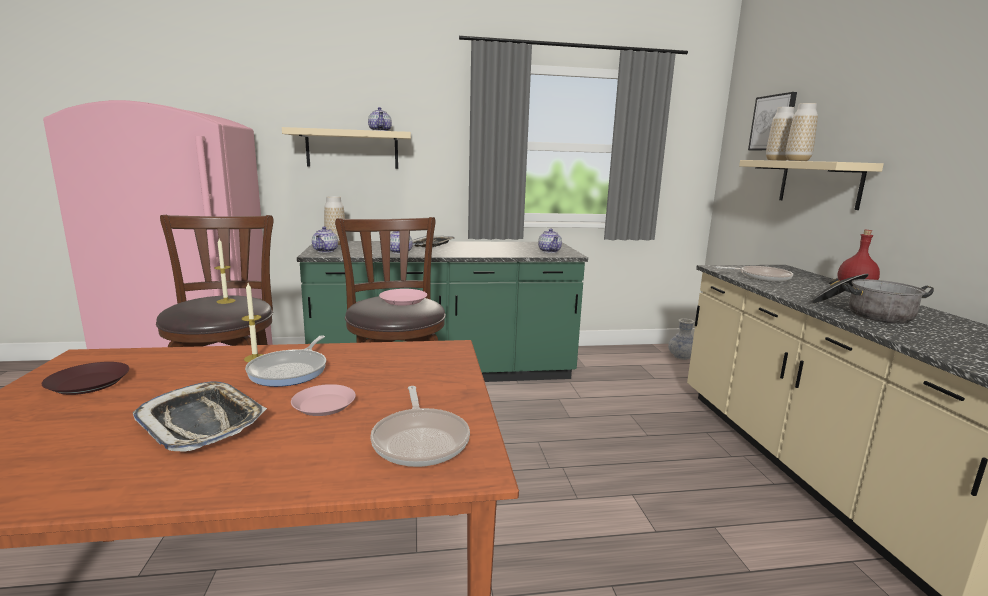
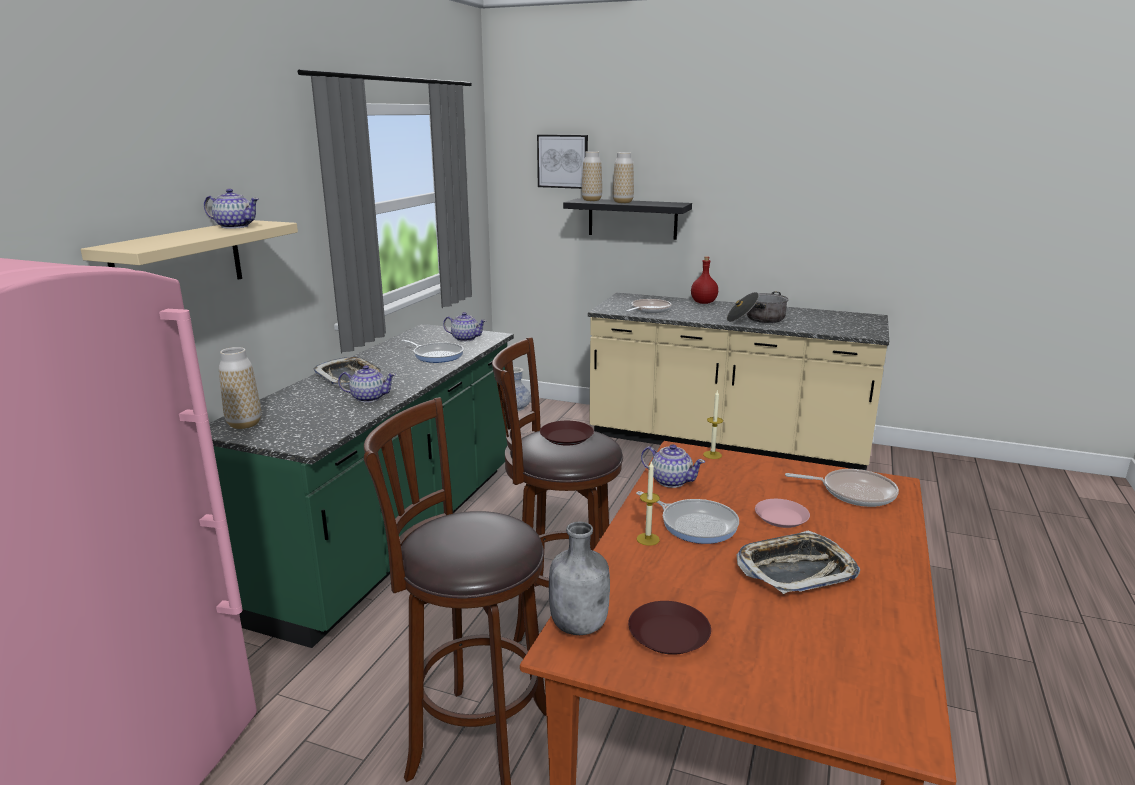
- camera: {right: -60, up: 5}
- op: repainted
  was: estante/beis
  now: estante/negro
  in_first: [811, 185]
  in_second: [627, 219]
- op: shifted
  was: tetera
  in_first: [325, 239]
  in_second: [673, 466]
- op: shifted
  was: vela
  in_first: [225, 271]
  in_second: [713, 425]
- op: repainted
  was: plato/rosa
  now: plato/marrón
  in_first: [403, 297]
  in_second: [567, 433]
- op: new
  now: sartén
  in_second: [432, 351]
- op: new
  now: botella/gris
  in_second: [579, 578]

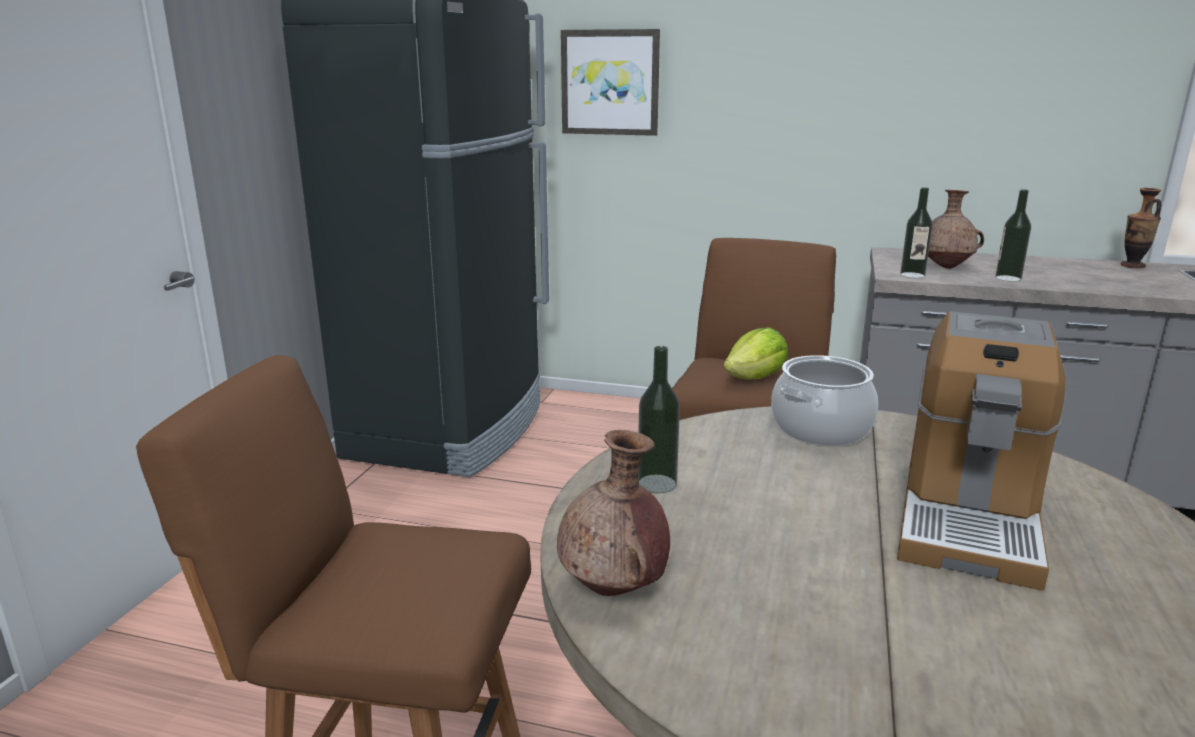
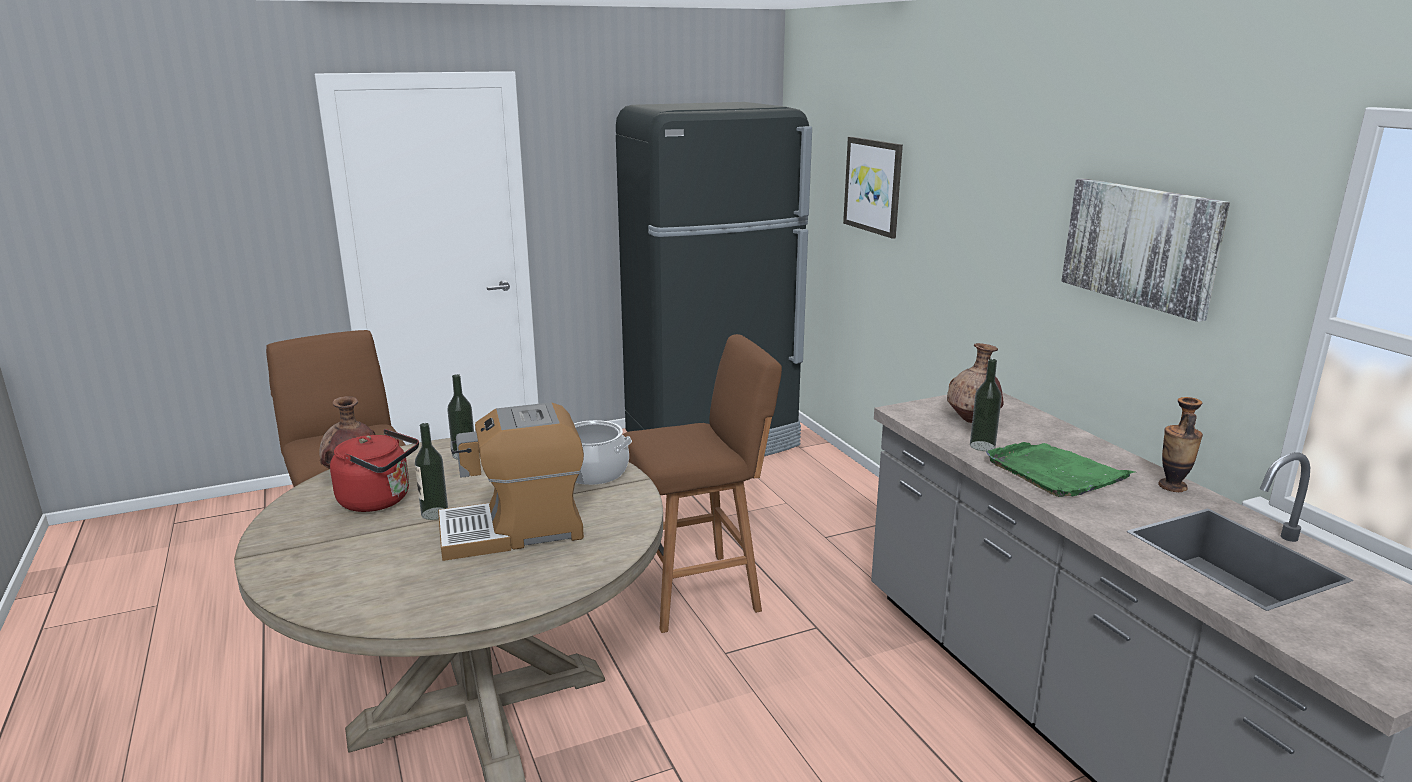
- camera: {right: 50, up: 0}
- op: shifted
  was: botella
  in_first: [916, 233]
  in_second: [431, 471]
- op: gone
  was: lechuga
  in_first: [756, 353]
- op: new
  now: cuadro
  in_second: [1145, 250]
- op: new
  now: hervidor/rojo
  in_second: [374, 470]
- op: new
  now: bandeja/verde
  in_second: [1060, 469]

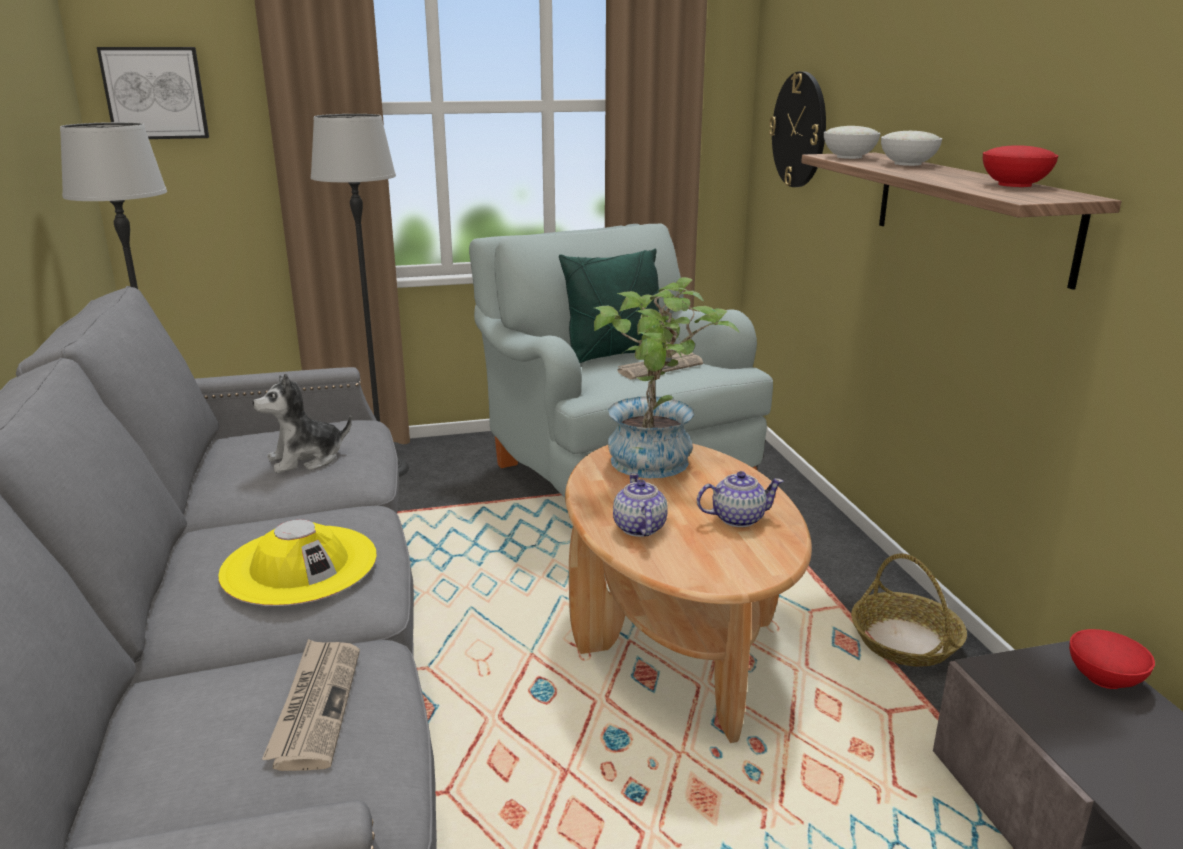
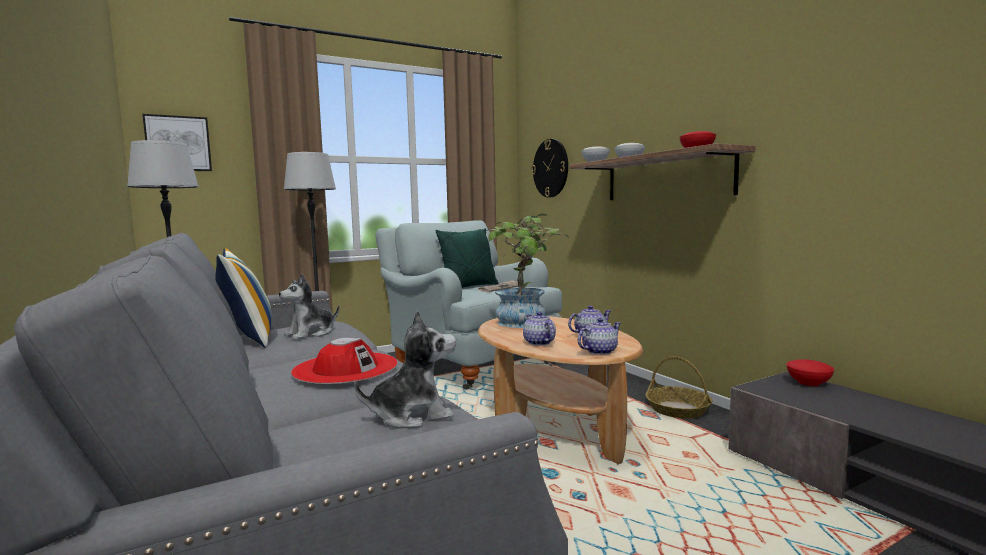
- camera: {right: -15, up: -15}
- op: repainted
  was: sombrero/amarillo
  now: sombrero/rojo
  in_first: [297, 563]
  in_second: [344, 361]
- op: swapped
  was: periódico
  now: peluche
  in_first: [311, 705]
  in_second: [405, 369]
- op: new
  now: cojín
  in_second: [243, 298]
- op: new
  now: tetera
  in_second: [599, 336]

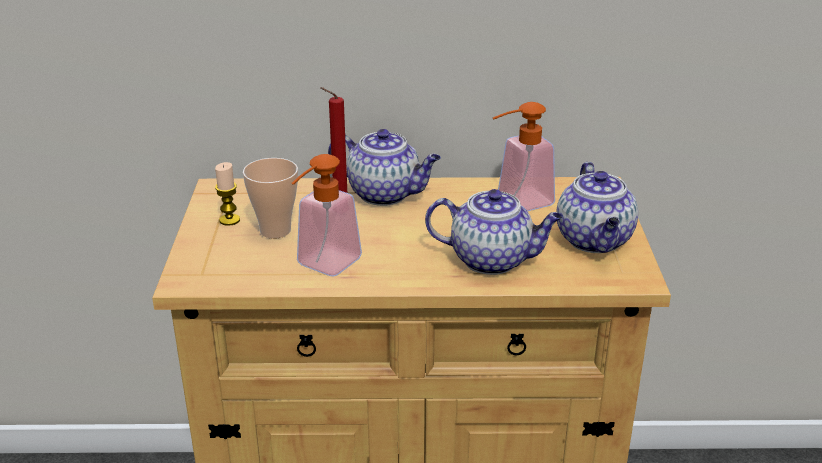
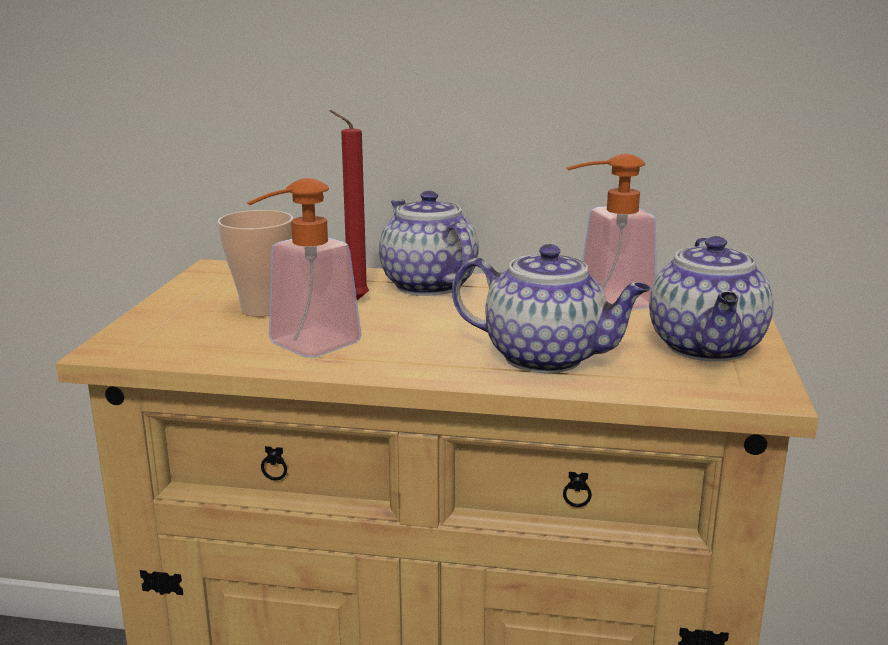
- camera: {right: 10, up: -10}
- op: rotated
  was: tetera
  in_first: [384, 167]
  in_second: [429, 243]
  clockwise: -150
- op: gone
  was: vela
  in_first: [227, 194]

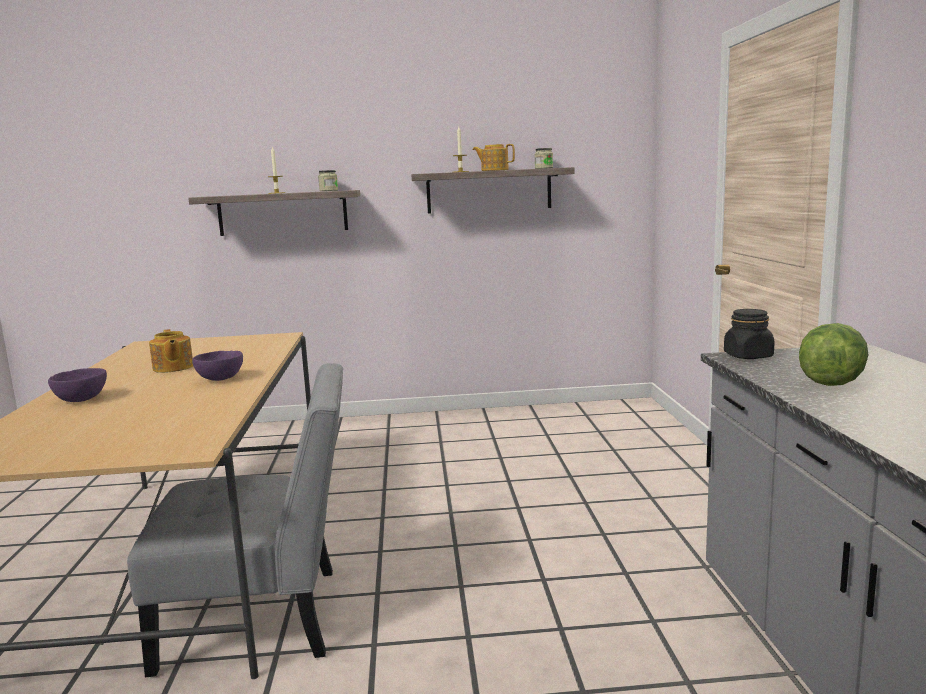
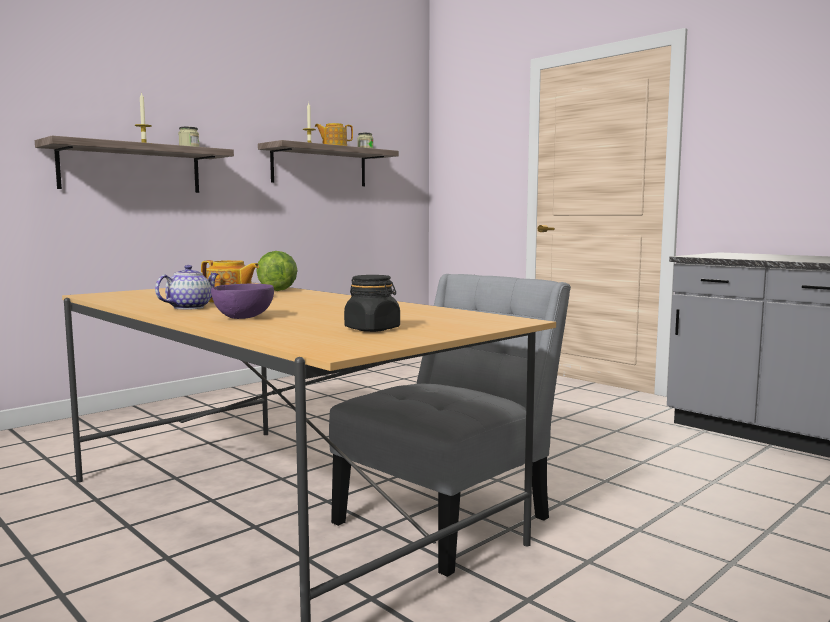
- camera: {right: -40, up: -5}
- op: shifted
  was: tarro/negro
  in_first: [749, 334]
  in_second: [372, 303]
- op: shifted
  was: lechuga
  in_first: [834, 354]
  in_second: [276, 271]
- op: gone
  was: cuenco/morado
  in_first: [217, 365]
- op: new
  now: tetera
  in_second: [186, 287]

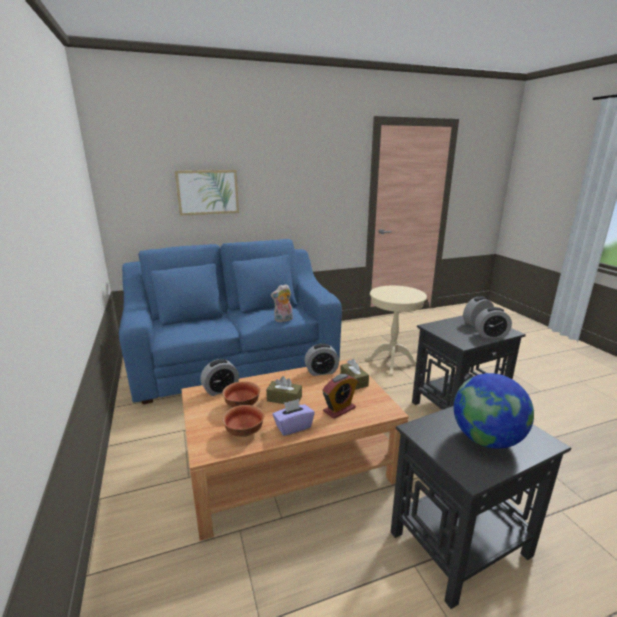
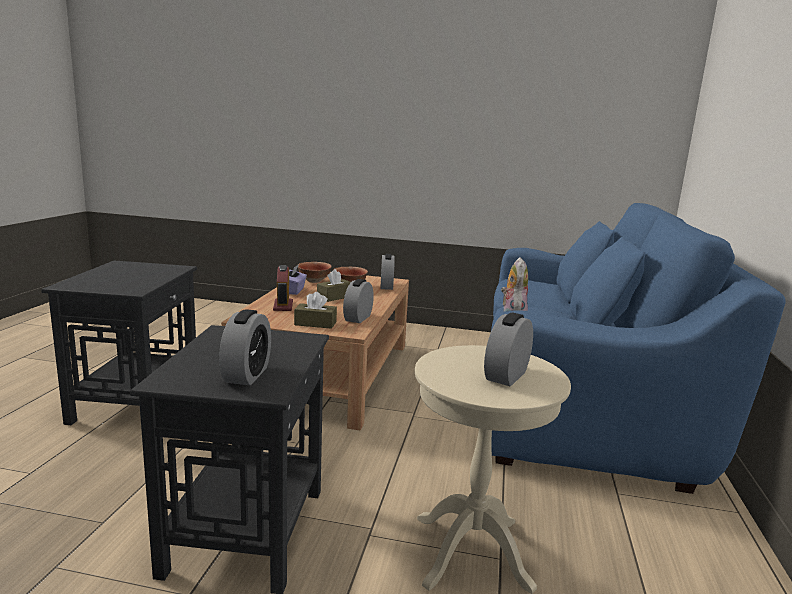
- camera: {right: 120, up: -5}
- op: gone
  was: cuadro
  in_first: [207, 193]
- op: shifted
  was: despertador
  in_first: [493, 322]
  in_second: [508, 349]
- op: gone
  was: globo terráqueo
  in_first: [494, 411]

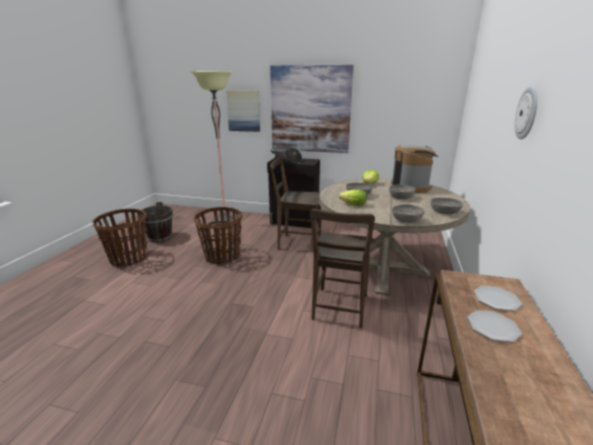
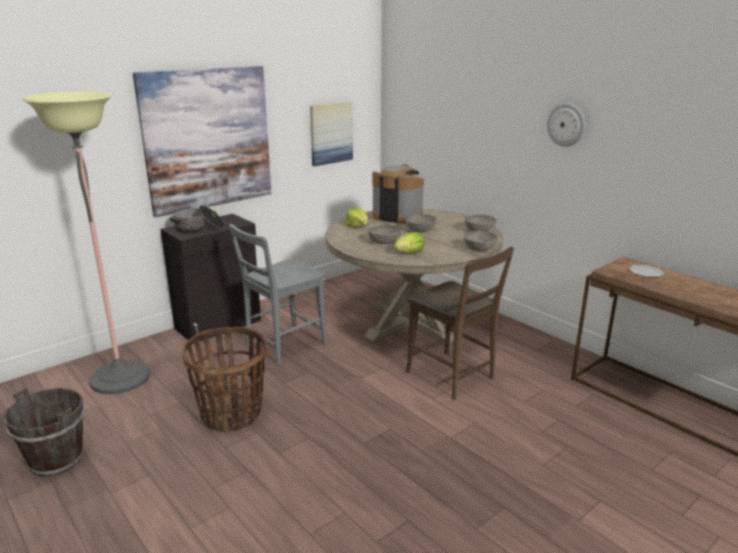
- camera: {right: -55, up: 0}
- op: shifted
  was: cuadro
  in_first: [243, 111]
  in_second: [331, 134]
- op: repainted
  was: silla/marrón
  now: silla/gris
  in_first: [295, 203]
  in_second: [278, 294]
- op: gone
  was: cesta
  in_first: [120, 238]
- op: gone
  was: plato
  in_first: [494, 326]

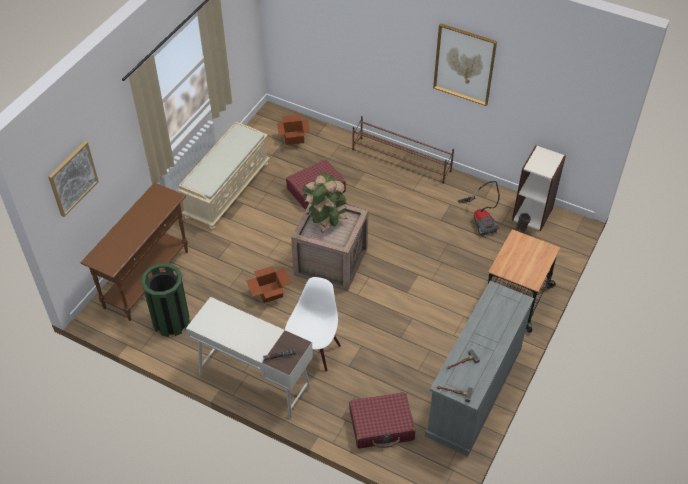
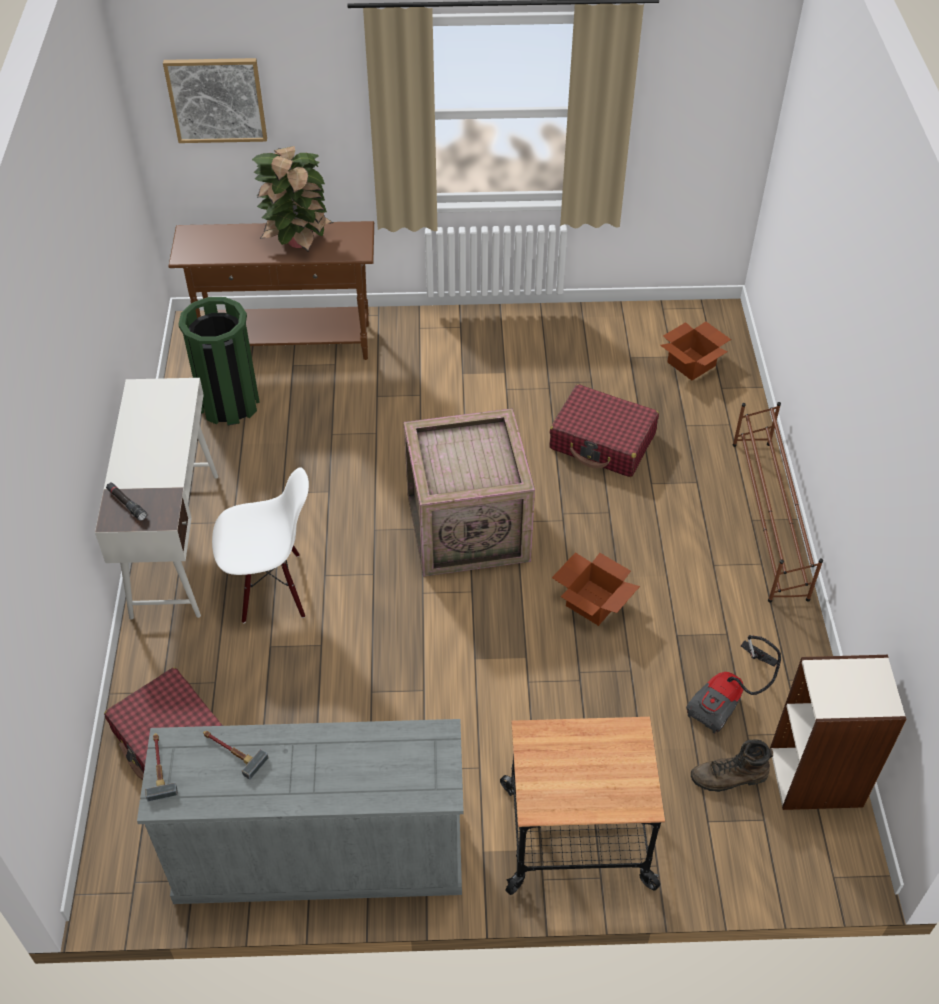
- camera: {right: 60, up: 0}
- op: gone
  was: cuadro
  in_first: [465, 64]
- op: gone
  was: banco/beis
  in_first: [223, 176]
- op: shifted
  was: planta en maceta
  in_first: [324, 202]
  in_second: [292, 198]
- op: shifted
  was: caja de cartón
  in_first: [268, 284]
  in_second: [596, 589]

